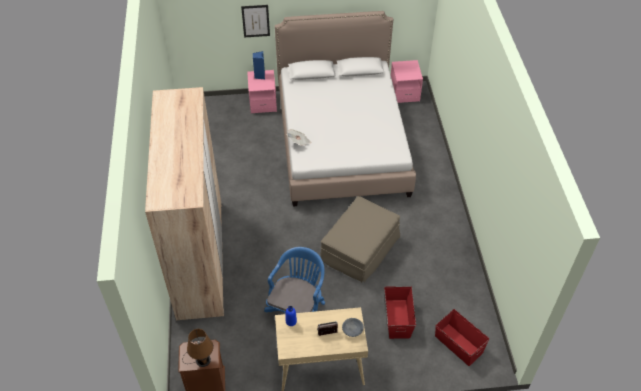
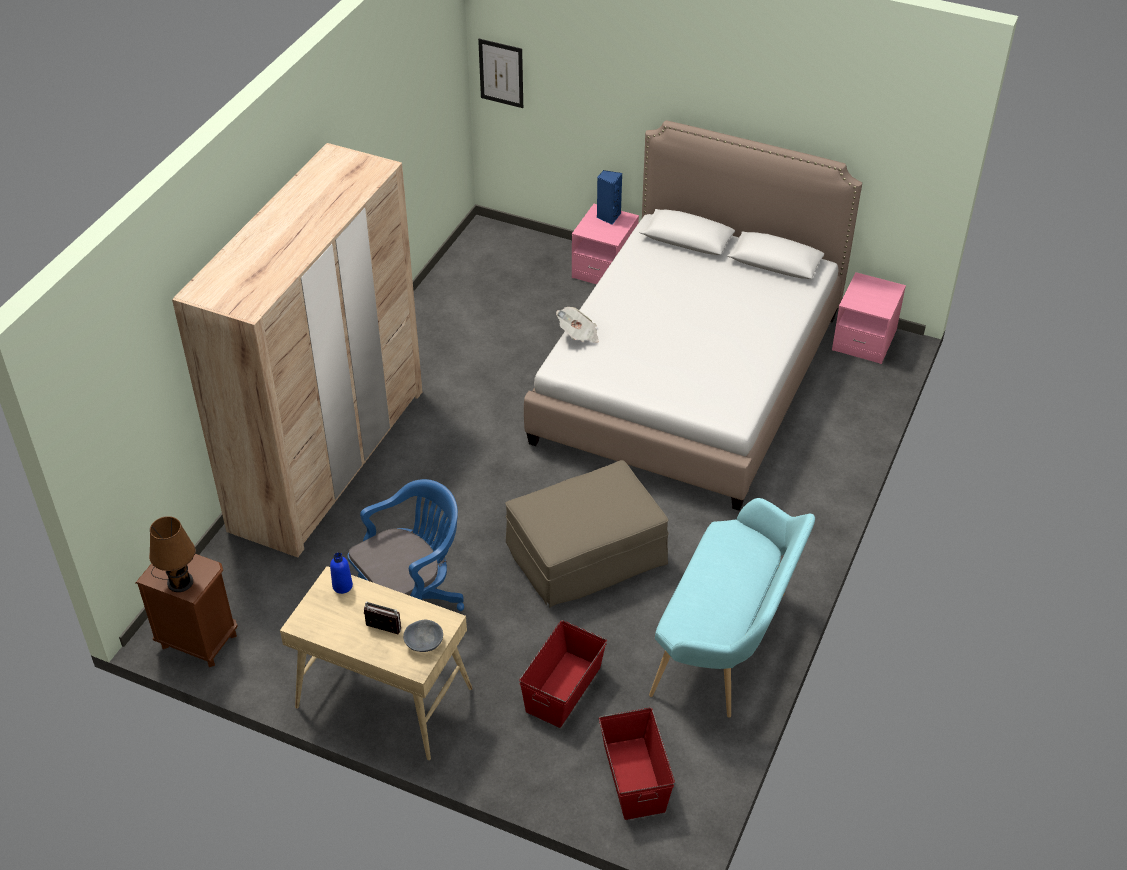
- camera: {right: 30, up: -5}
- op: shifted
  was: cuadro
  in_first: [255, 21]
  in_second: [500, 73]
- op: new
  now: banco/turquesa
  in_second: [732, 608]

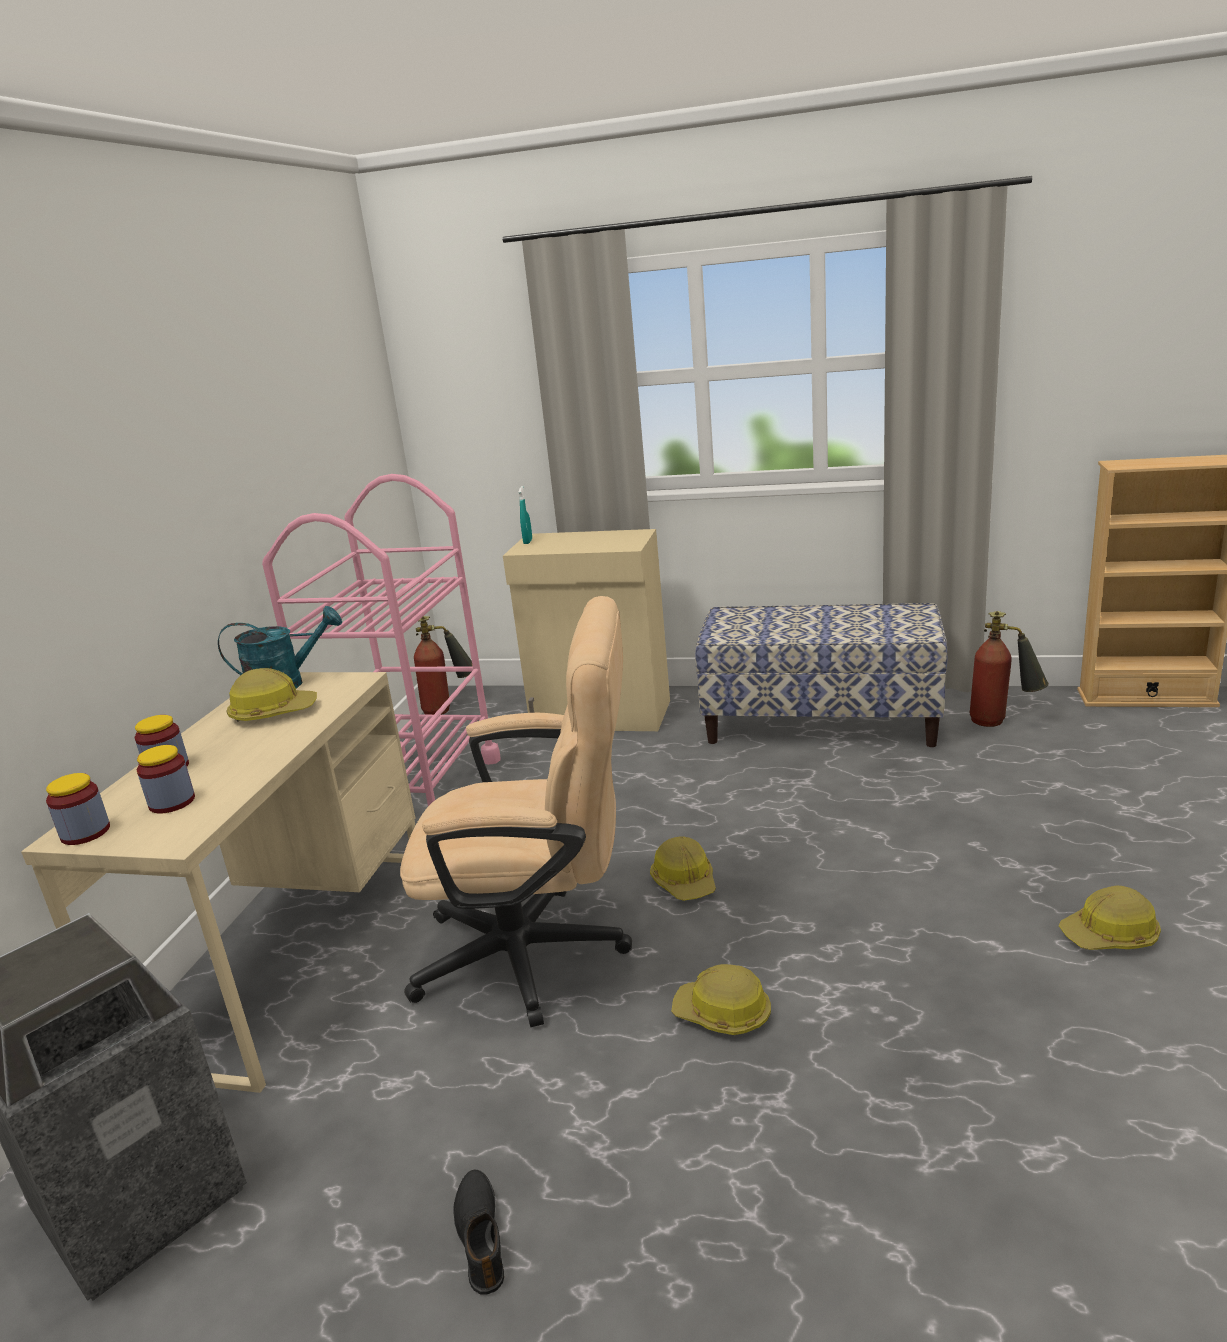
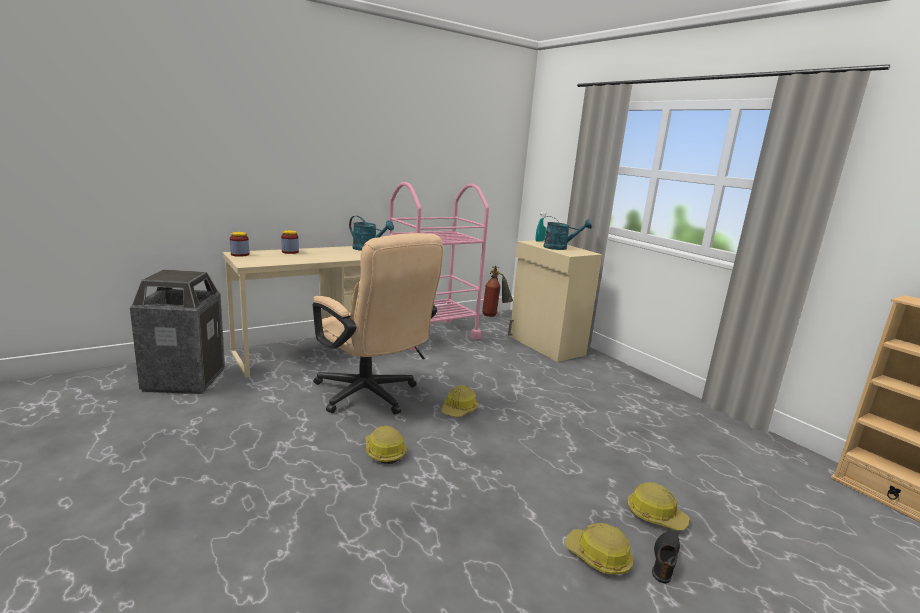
- camera: {right: 40, up: -5}
- op: gone
  was: banco
  in_first: [821, 675]
- op: gone
  was: extintor
  in_first: [1009, 669]
- op: shifted
  was: casco
  in_first: [271, 695]
  in_second: [658, 506]
- op: gone
  was: tarro
  in_first: [166, 779]
- op: shifted
  was: zapato/negro
  in_first: [478, 1232]
  in_second: [666, 557]
- op: new
  now: regadera/turquesa
  in_second: [566, 233]

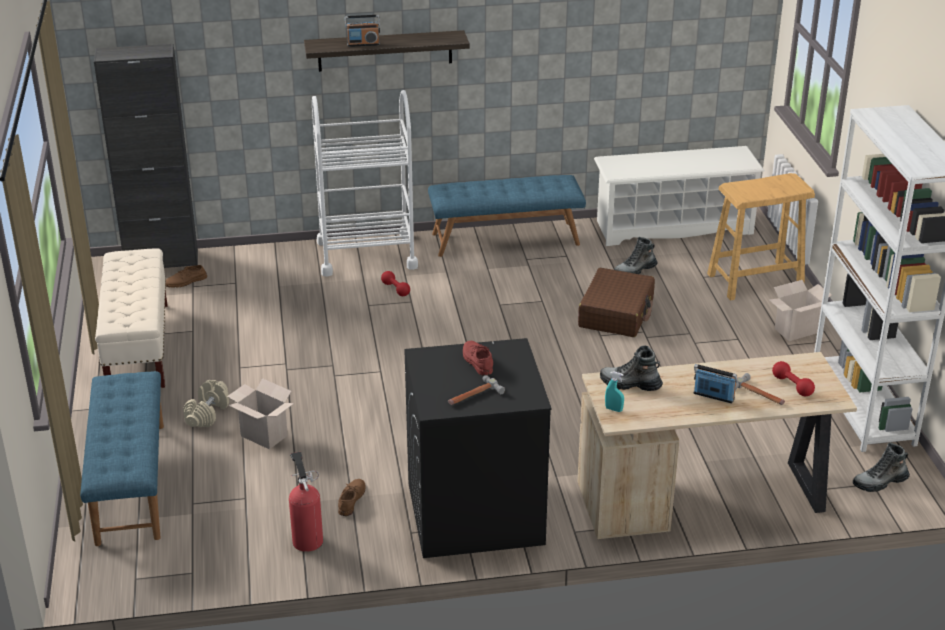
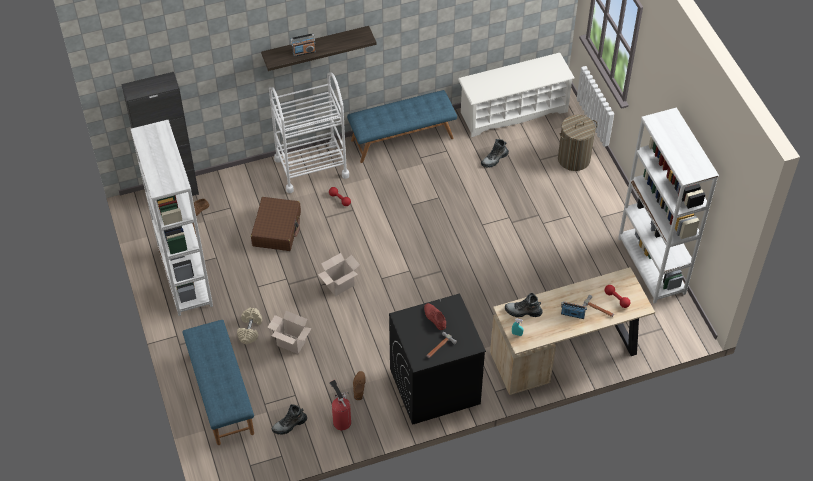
- camera: {right: -10, up: 20}
- op: swapped
  was: taburete/beis
  now: cesto de la ropa
  in_first: [761, 237]
  in_second: [577, 143]
- op: swapped
  was: banco/beis
  now: estantería/blanco
  in_first: [131, 318]
  in_second: [172, 218]
- op: shifted
  was: maleta/marrón
  in_first: [616, 302]
  in_second: [276, 224]
- op: shifted
  was: caja de cartón
  in_first: [800, 310]
  in_second: [339, 274]
- op: shifted
  was: bota
  in_first: [881, 467]
  in_second: [289, 419]

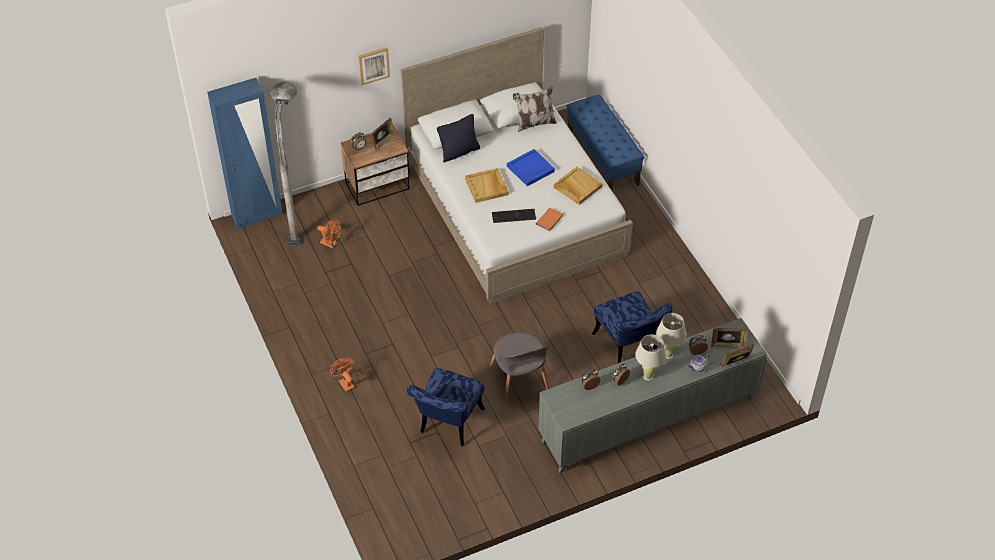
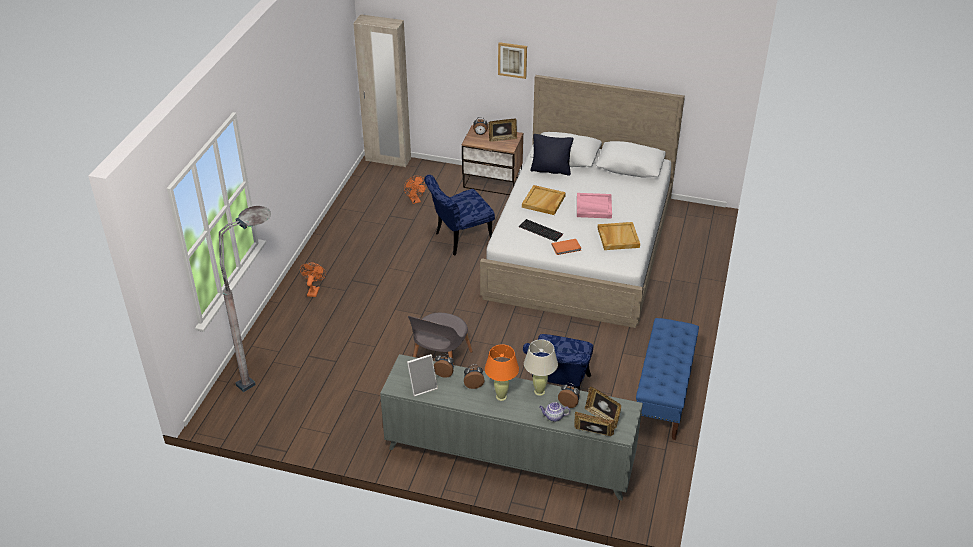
- camera: {right: 40, up: -10}
- op: repainted
  was: armario ropero/azul
  now: armario ropero/beis
  in_first: [245, 153]
  in_second: [382, 90]
- op: shifted
  was: lámpara de pie/gris
  in_first: [285, 164]
  in_second: [245, 299]
- op: gone
  was: cojín
  in_first: [535, 109]
- op: shifted
  was: banco/azul
  in_first: [605, 143]
  in_second: [667, 379]
- op: repainted
  was: bandeja/azul
  now: bandeja/rosa
  in_first: [531, 167]
  in_second: [594, 206]
- op: repainted
  was: lámpara de mesa/beis
  now: lámpara de mesa/naranja
  in_first: [650, 357]
  in_second: [502, 372]
- op: shifted
  was: silla/azul
  in_first: [446, 407]
  in_second: [459, 215]
- op: new
  now: portarretratos
  in_second: [422, 375]

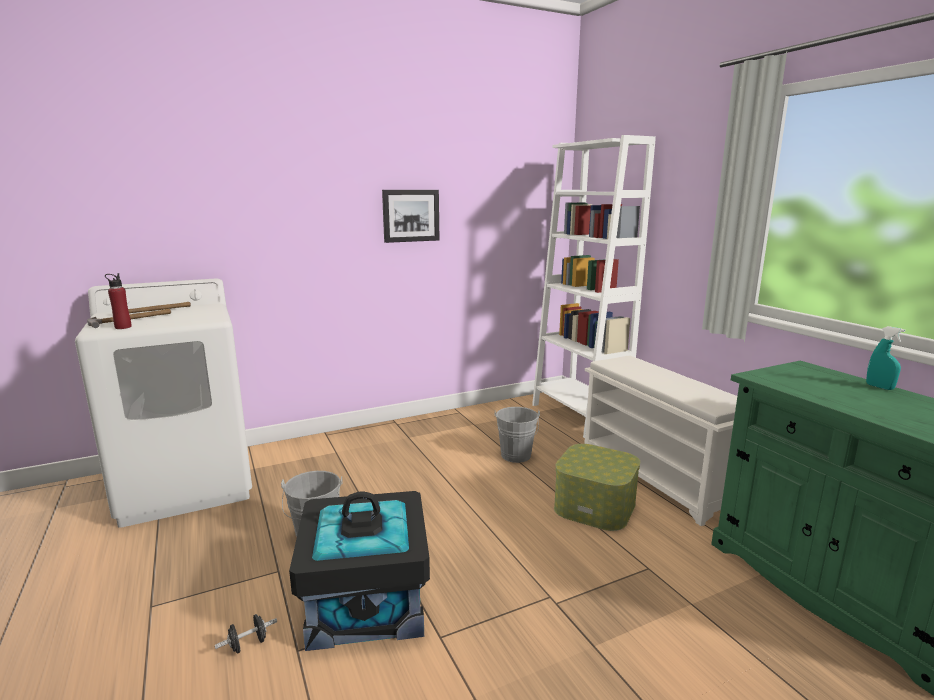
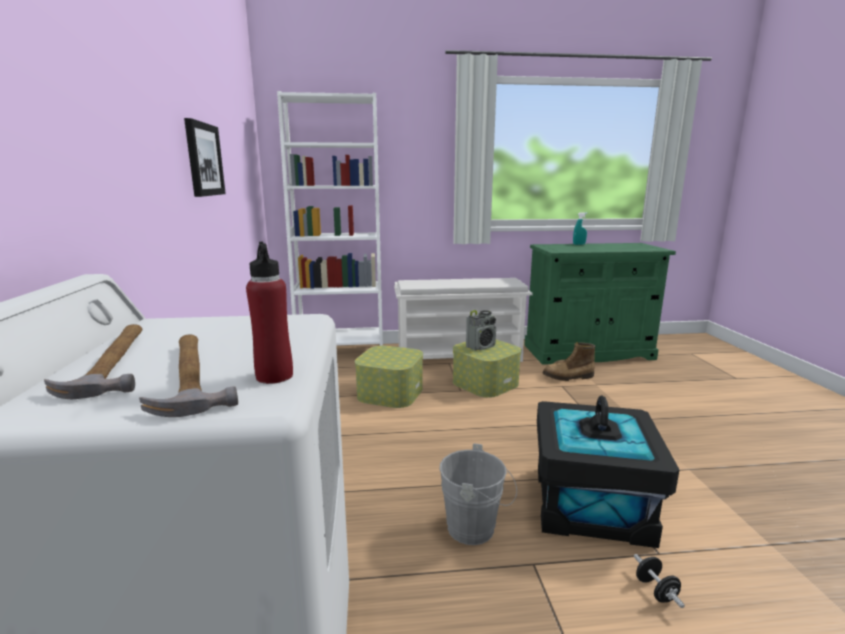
- camera: {right: -70, up: 0}
- op: swapped
  was: cubo/gris
  now: caja de almacenaje
  in_first: [517, 435]
  in_second: [389, 377]
- op: new
  now: radio
  in_second: [481, 330]
- op: new
  now: bota
  in_second: [569, 361]

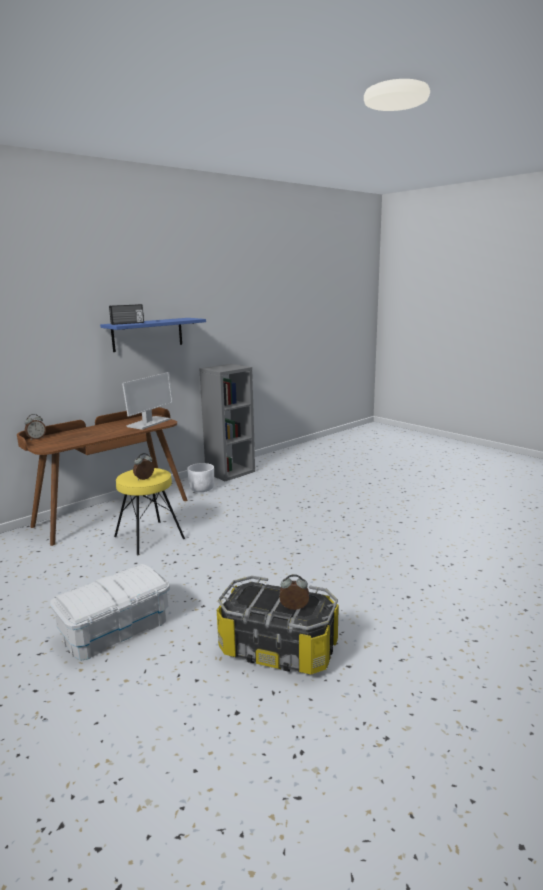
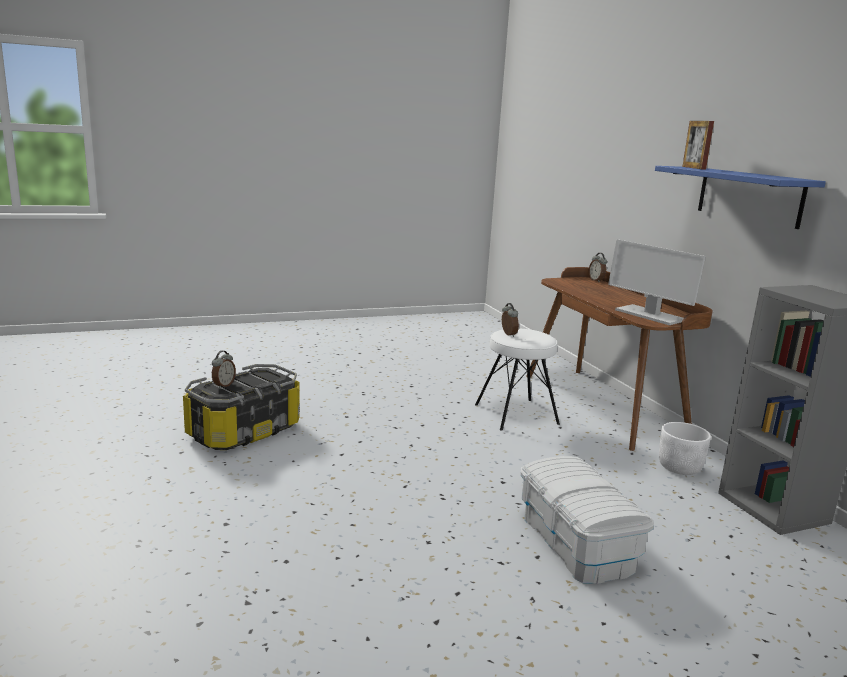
- camera: {right: 110, up: 0}
- op: swapped
  was: radio
  now: portarretratos
  in_first: [126, 314]
  in_second: [698, 145]
- op: repainted
  was: taburete/amarillo
  now: taburete/blanco
  in_first: [149, 512]
  in_second: [517, 379]
- op: shifted
  was: caja de almacenaje/blanco
  in_first: [110, 612]
  in_second: [587, 520]

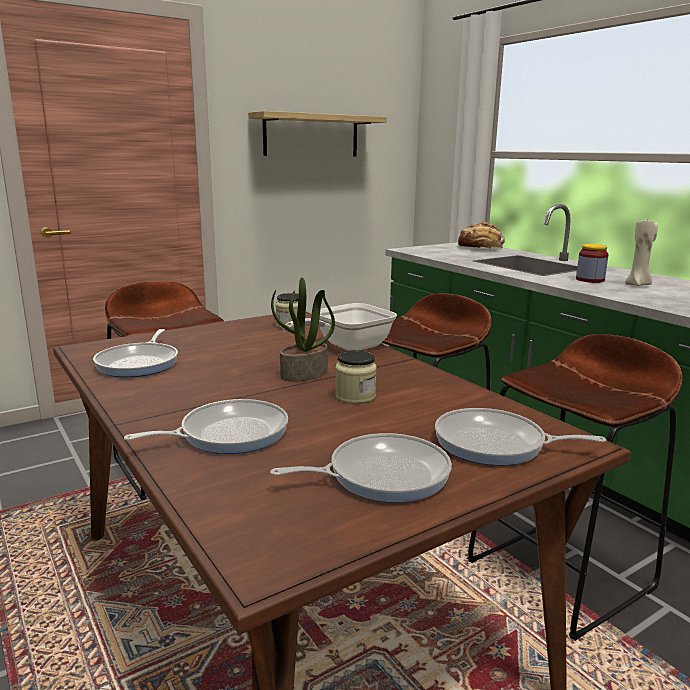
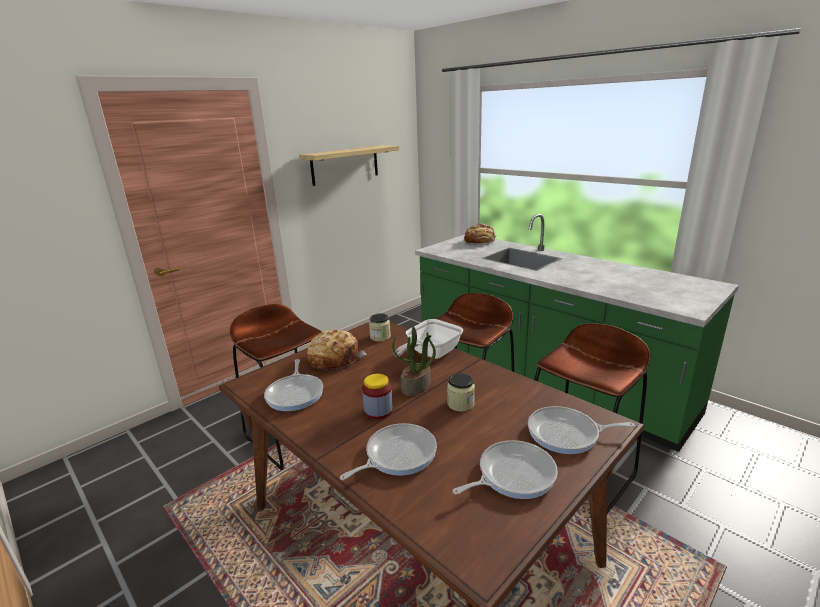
- camera: {right: -10, up: 5}
- op: gone
  was: vela/beis
  in_first: [641, 253]
- op: shifted
  was: tarro
  in_first: [592, 263]
  in_second: [377, 396]
- op: new
  now: pan
  in_second: [337, 350]

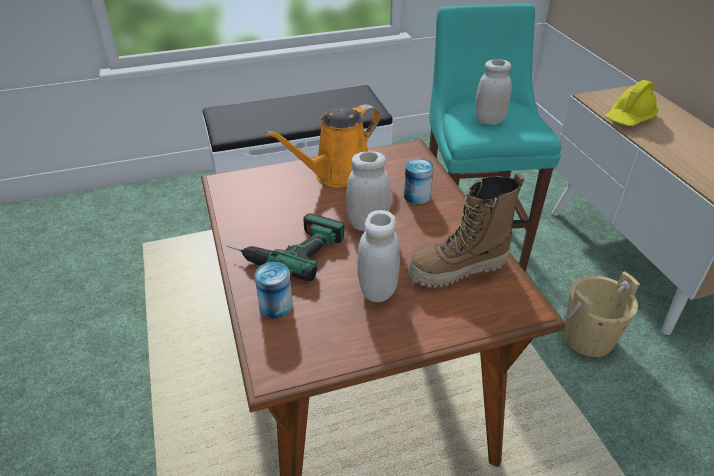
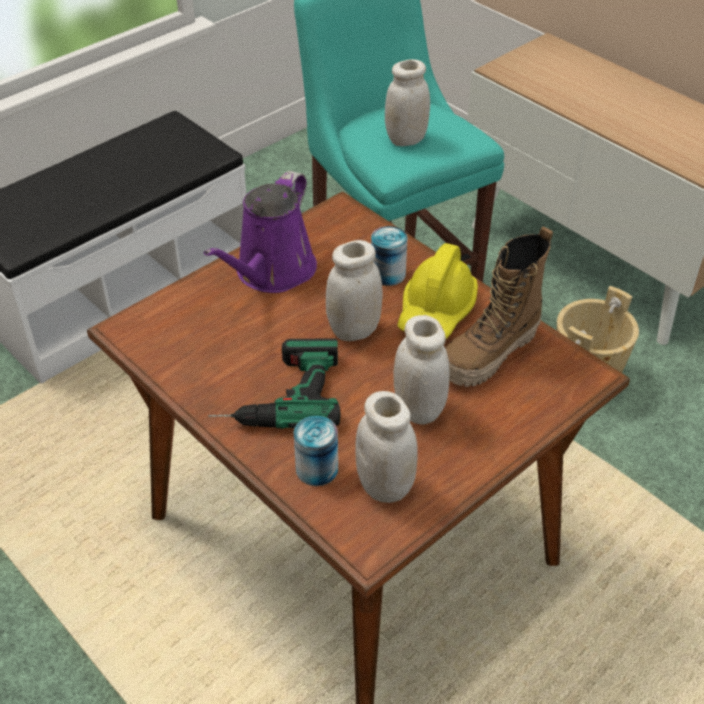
- camera: {right: -25, up: 5}
- op: shifted
  was: casco/amarillo
  in_first: [632, 103]
  in_second: [437, 291]
- op: repainted
  was: regadera/naranja
  now: regadera/morado
  in_first: [322, 146]
  in_second: [260, 232]
- op: new
  now: tarro/blanco
  in_second: [386, 447]

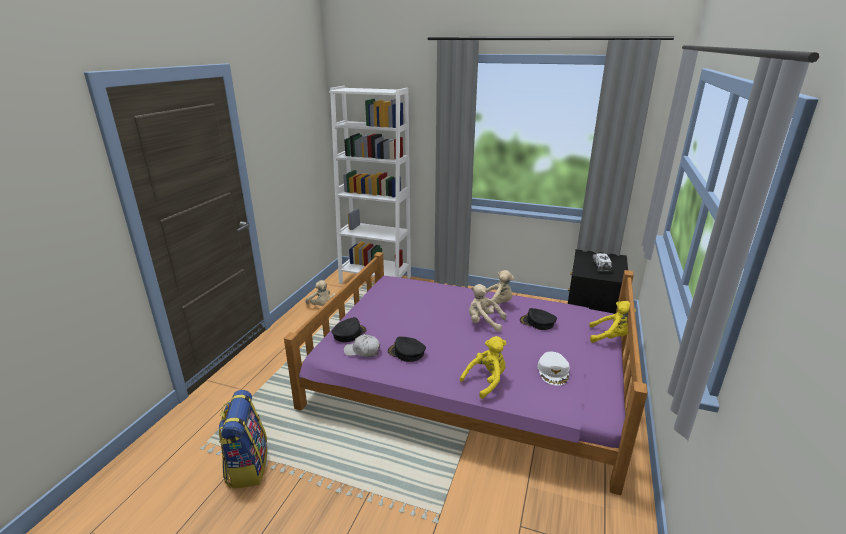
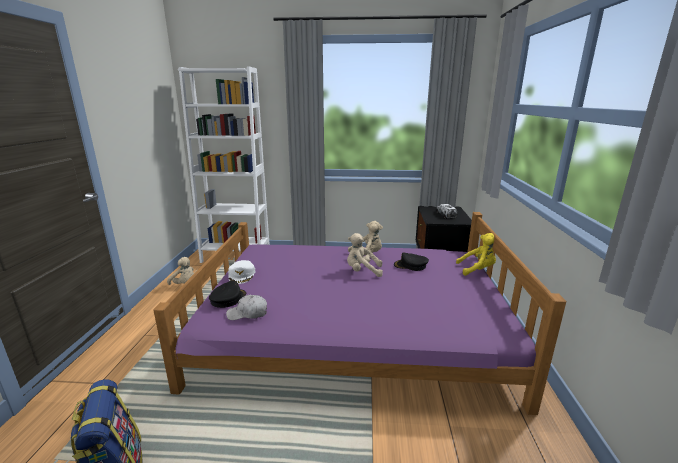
- camera: {right: -15, up: -5}
- op: gone
  was: peluche/amarillo
  in_first: [483, 367]
- op: gone
  was: gorra/negro
  in_first: [407, 349]
- op: shifted
  was: gorra/blanco
  in_first: [553, 368]
  in_second: [241, 272]

